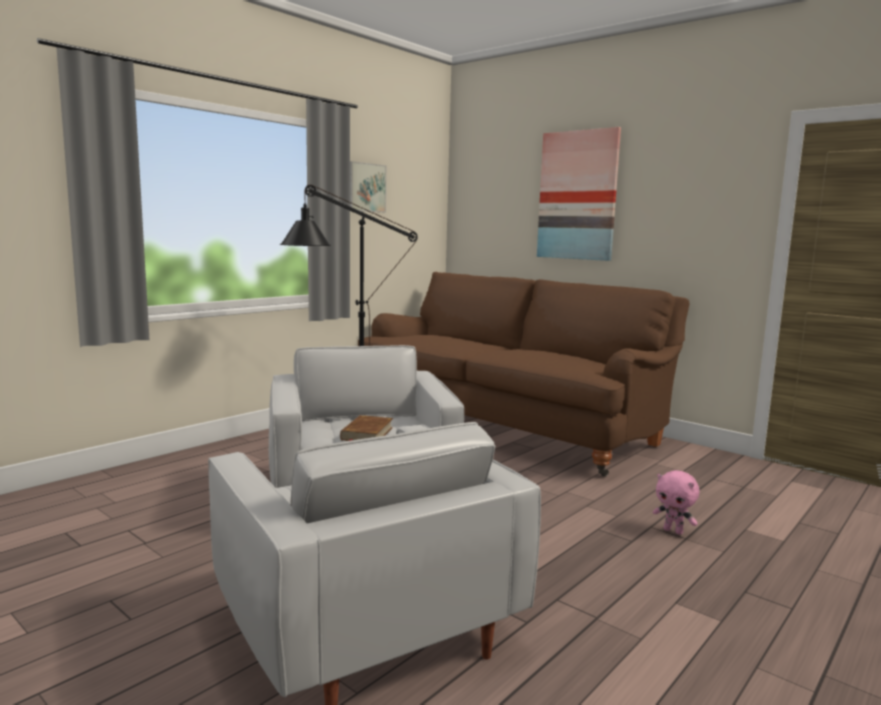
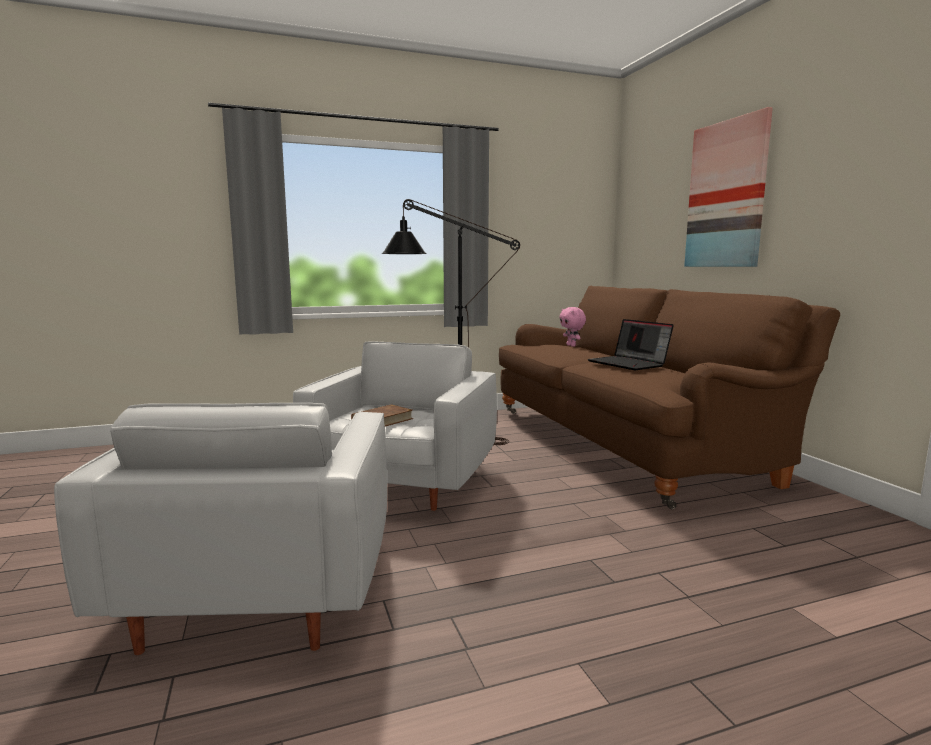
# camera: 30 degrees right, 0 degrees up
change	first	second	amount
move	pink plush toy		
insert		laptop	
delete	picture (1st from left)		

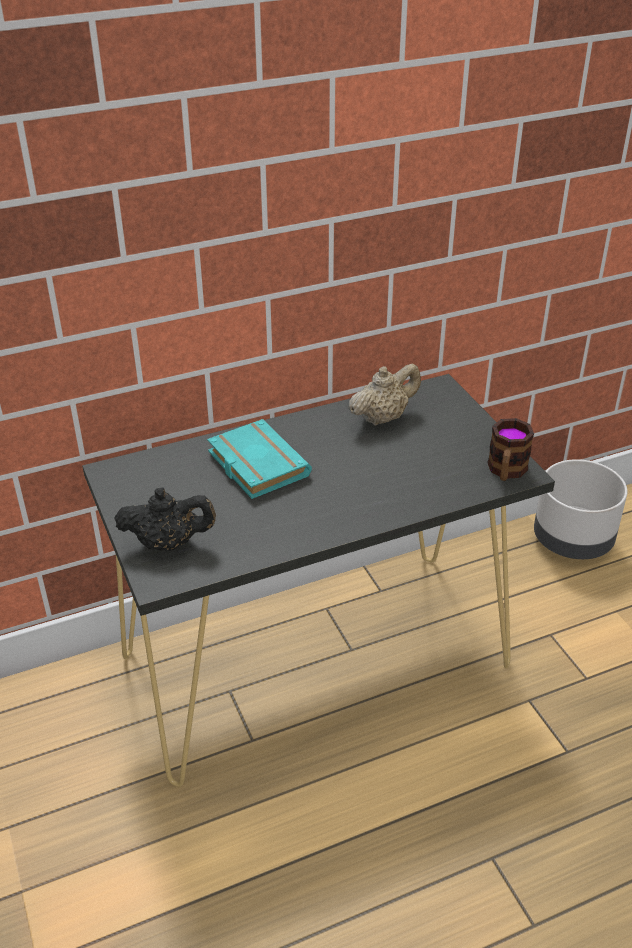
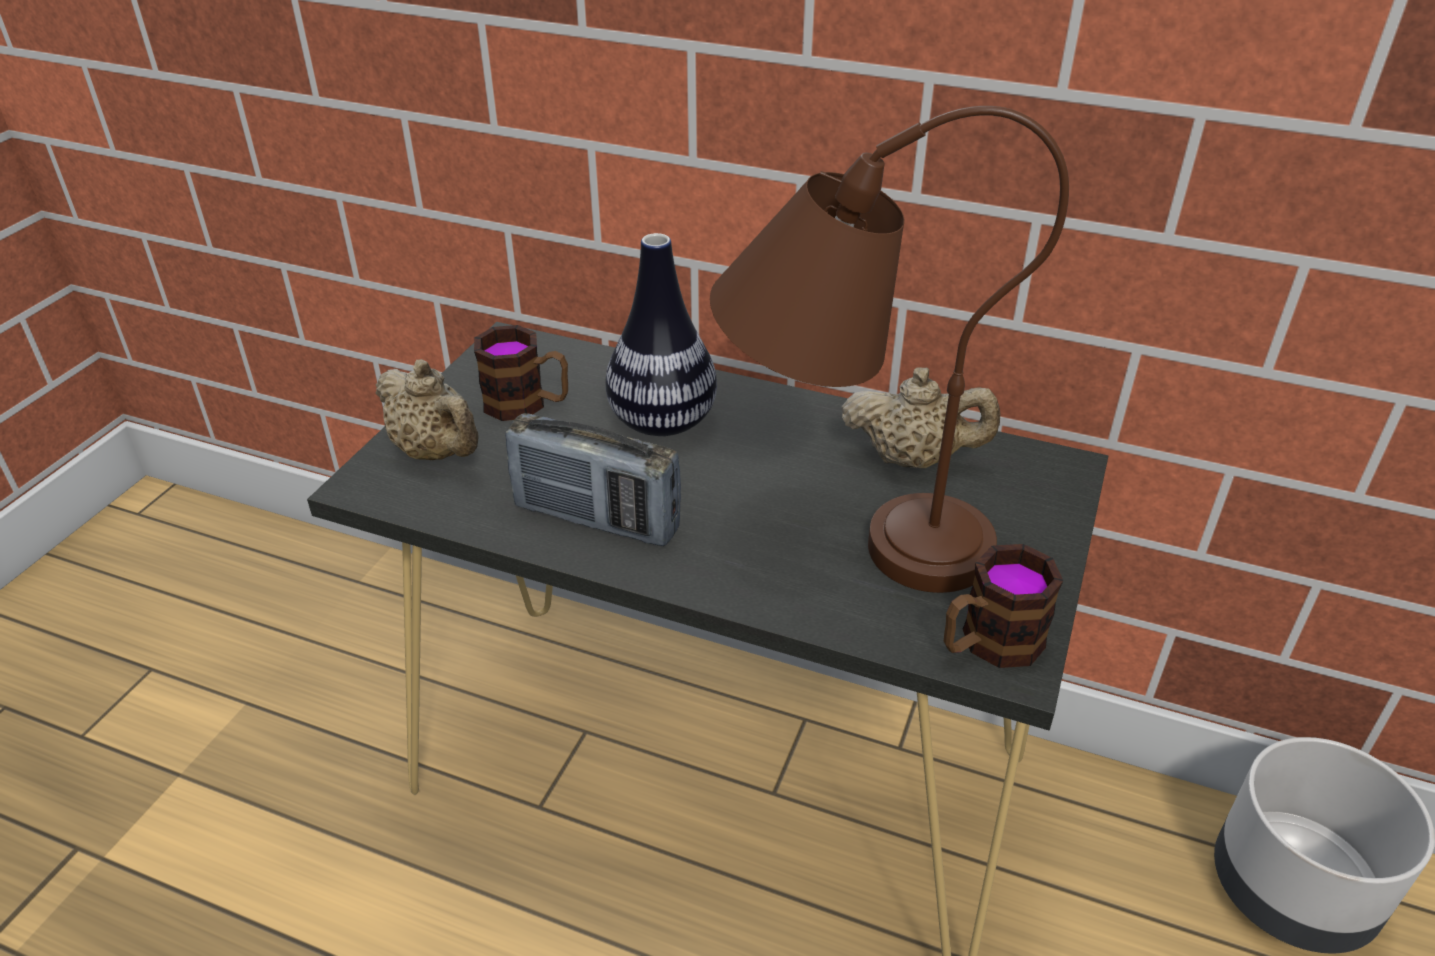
# camera: 45 degrees right, 0 degrees up
change	first	second	amount
recolor	black teapot	beige teapot (1st from left)	
insert		mug (1st from left)	
insert		radio	
replace	turquoise book	vase	
insert		brown table lamp	

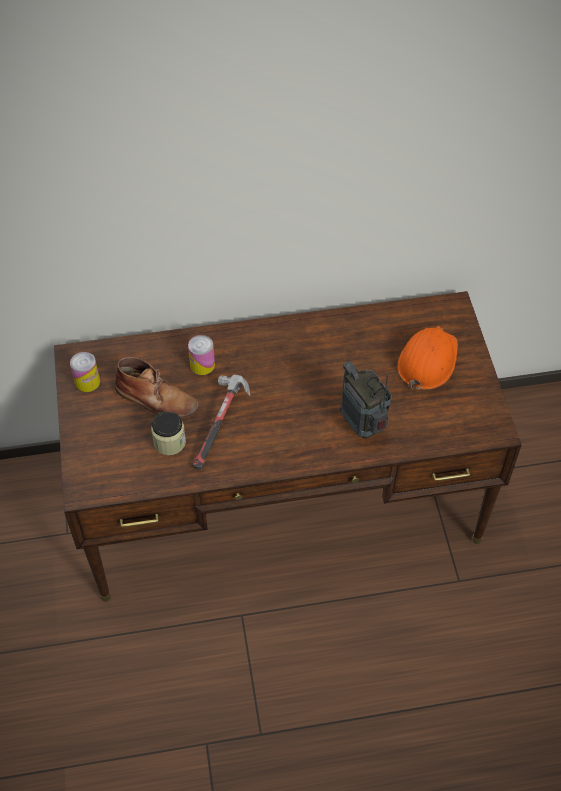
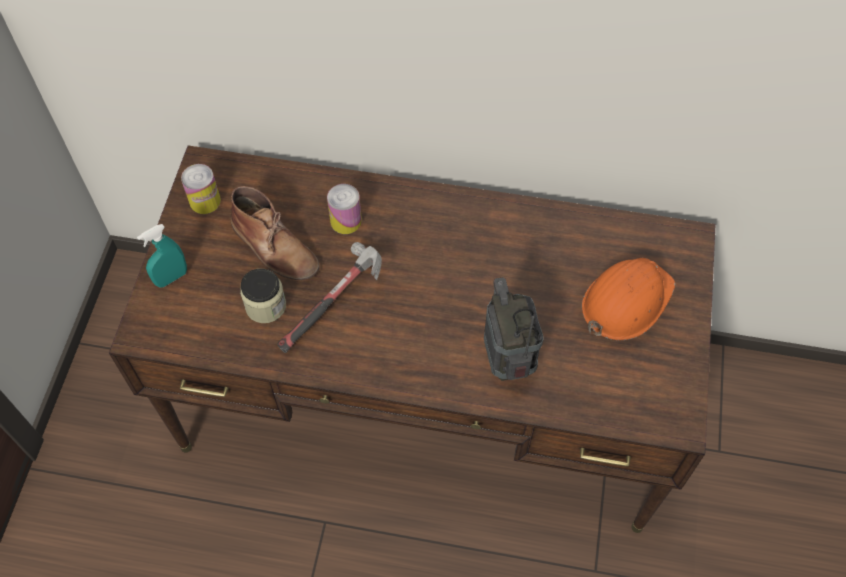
# camera: 20 degrees right, 5 degrees up
change	first	second	amount
insert		turquoise spray bottle	

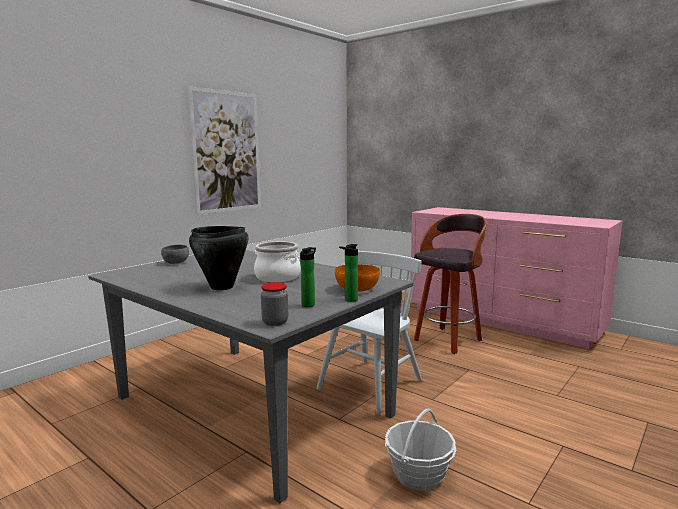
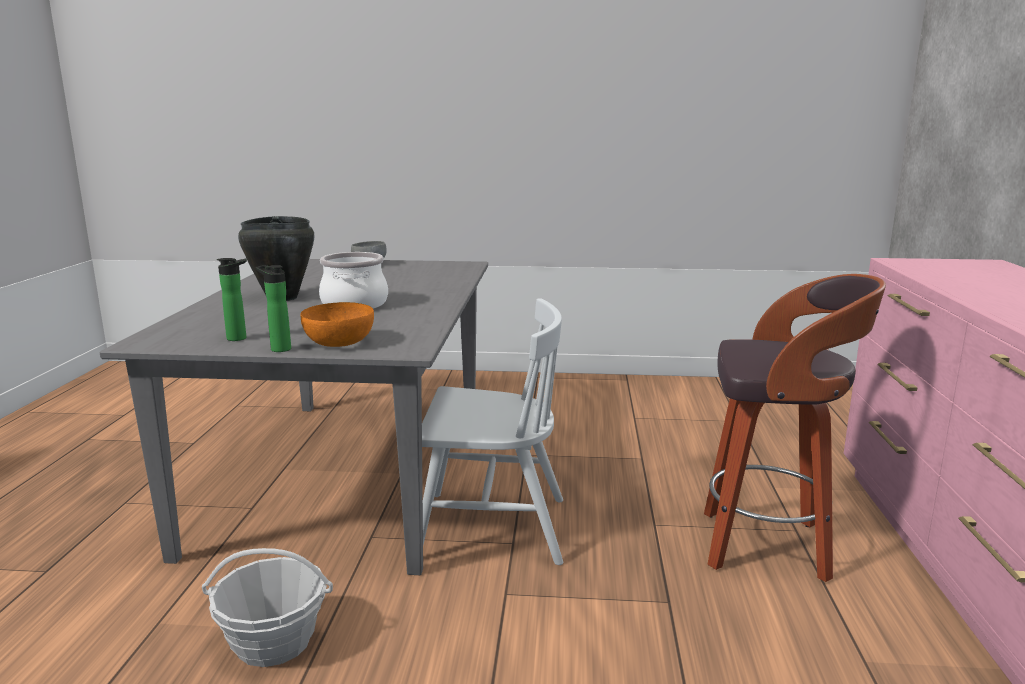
# camera: 55 degrees right, 5 degrees up
change	first	second	amount
delete	picture		
delete	jar		

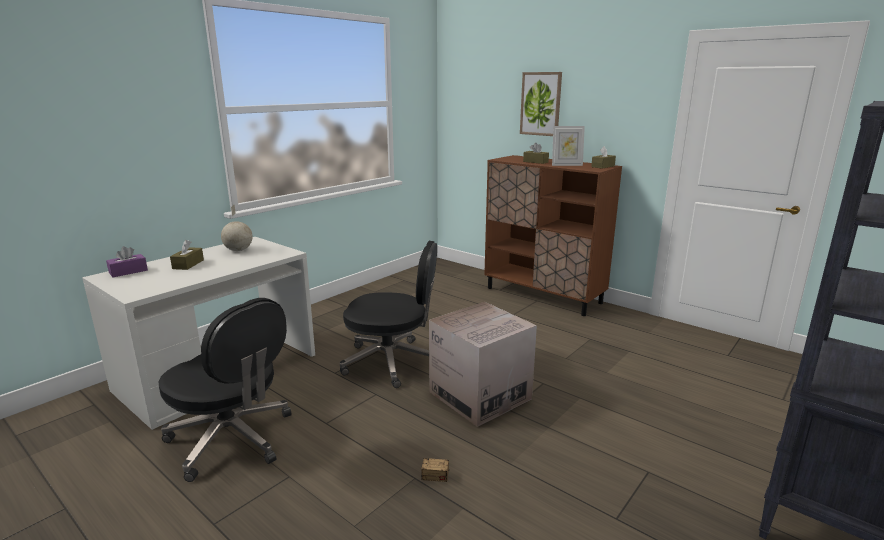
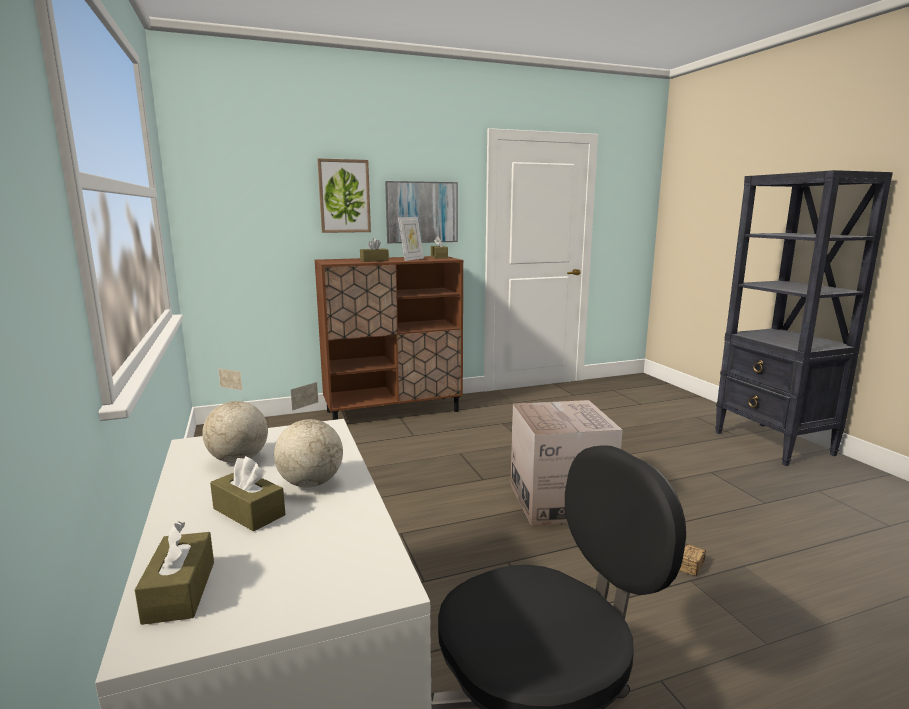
# camera: 60 degrees left, 5 degrees down
change	first	second	amount
recolor	purple tissue box	brown tissue box (1st from left)	
insert		globe (2nd from left)	
insert		picture (2nd from left)	
delete	black office chair (2nd from left)		

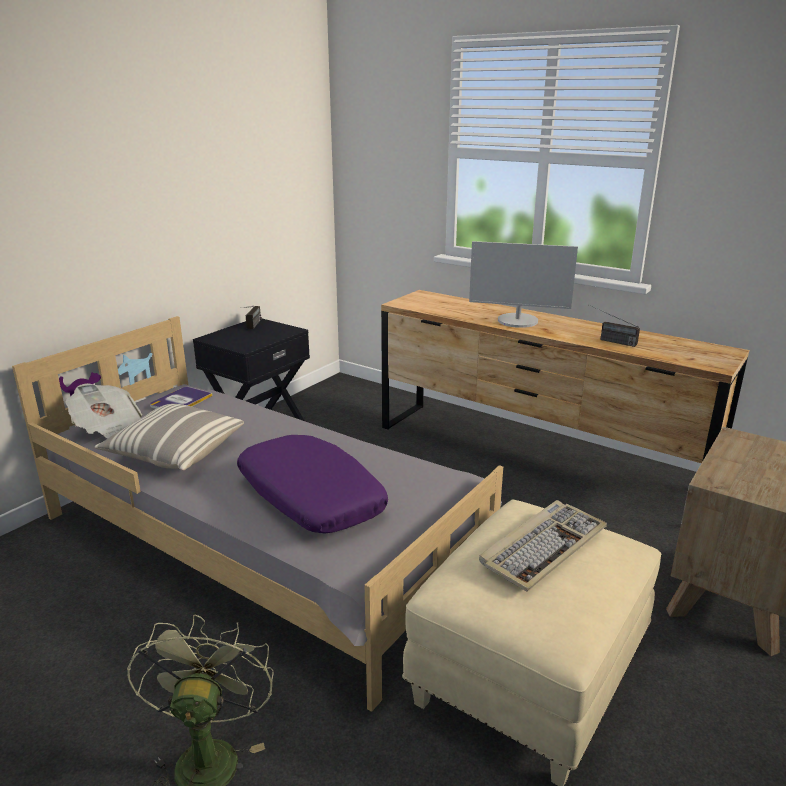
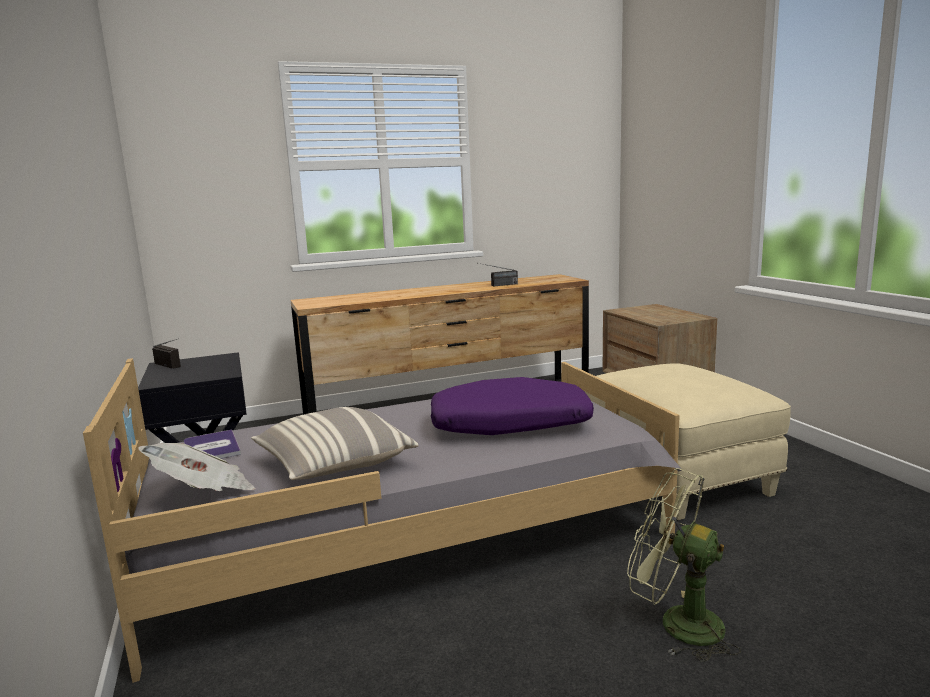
# camera: 55 degrees left, 10 degrees down
change	first	second	amount
delete	monitor		
delete	keyboard		

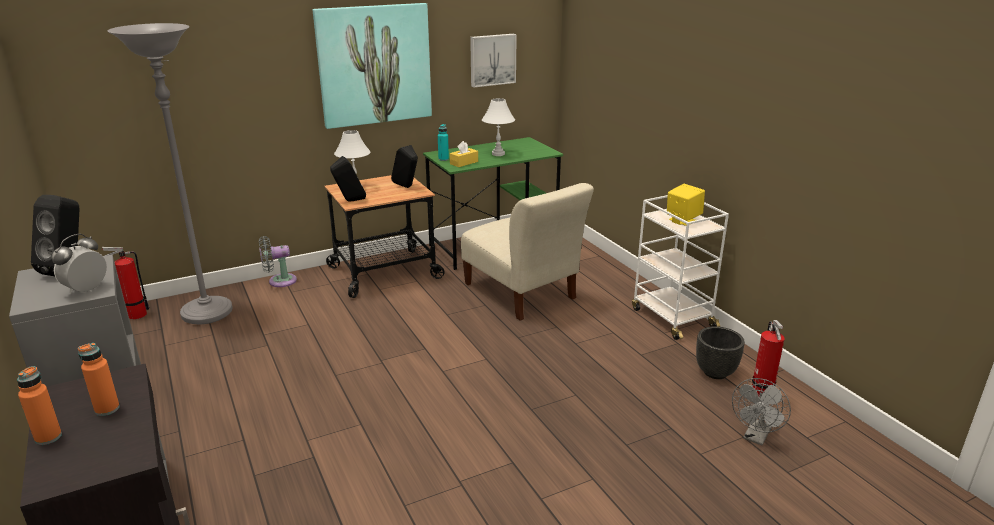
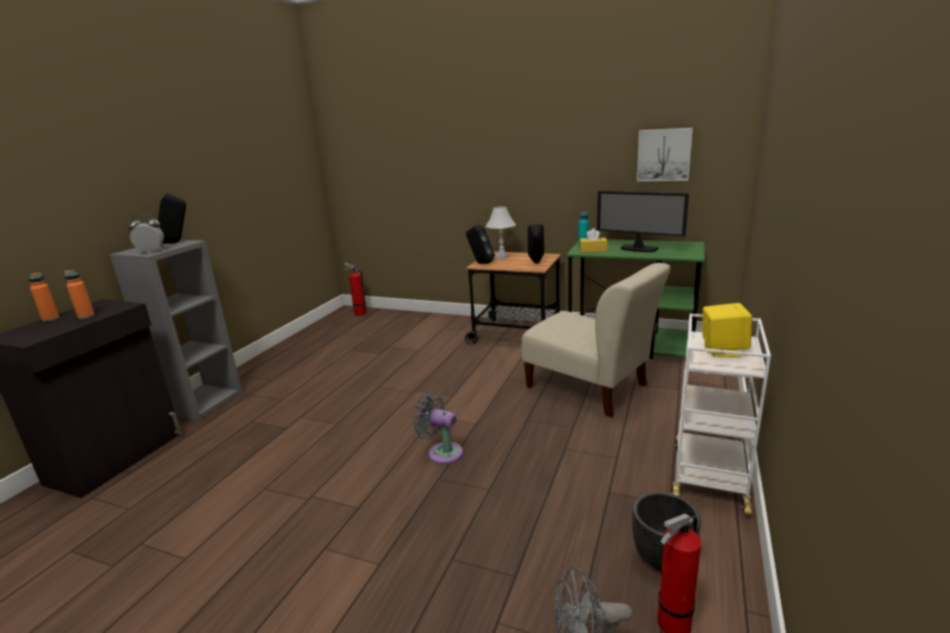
# camera: 50 degrees right, 5 degrees down
change	first	second	amount
move	grey fan (1st from left)		
rotate	beige chair		60 degrees counterclockwise
replace	white table lamp (2nd from left)	monitor	
delete	grey floor lamp		
delete	picture (1st from left)		

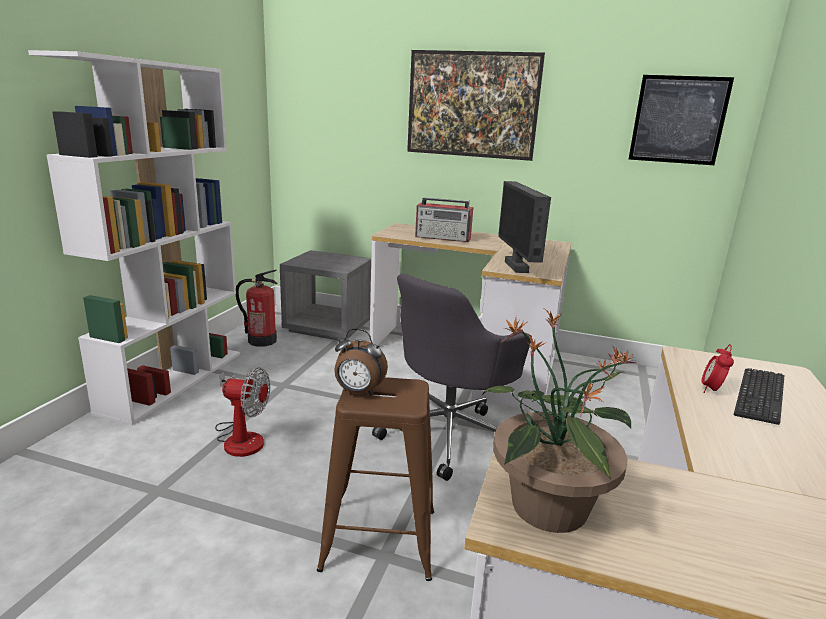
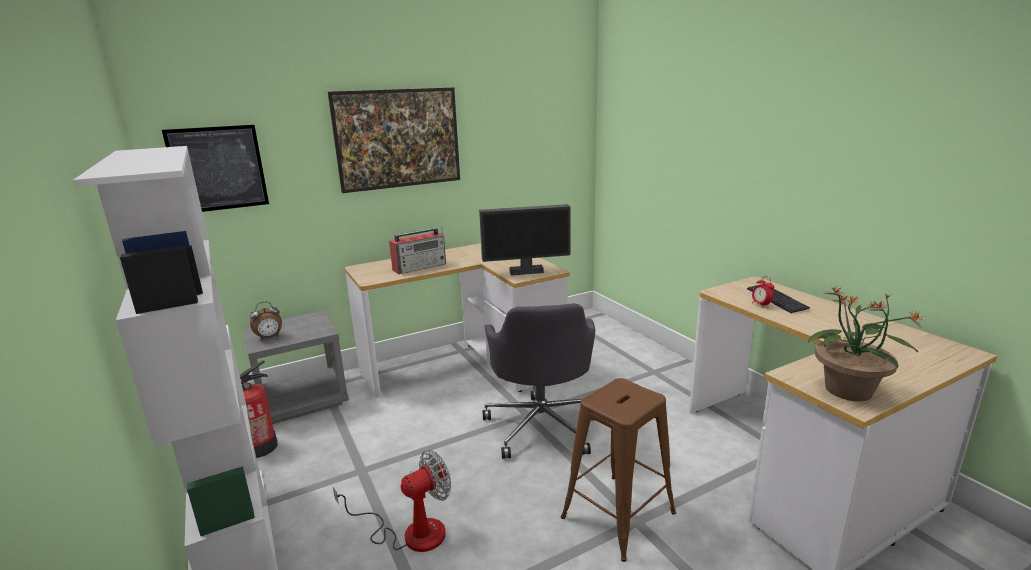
# camera: 45 degrees left, 0 degrees up
change	first	second	amount
move	picture (2nd from left in the first image)	picture (1st from left)	
move	alarm clock (1st from left)		
rotate	monitor		45 degrees counterclockwise

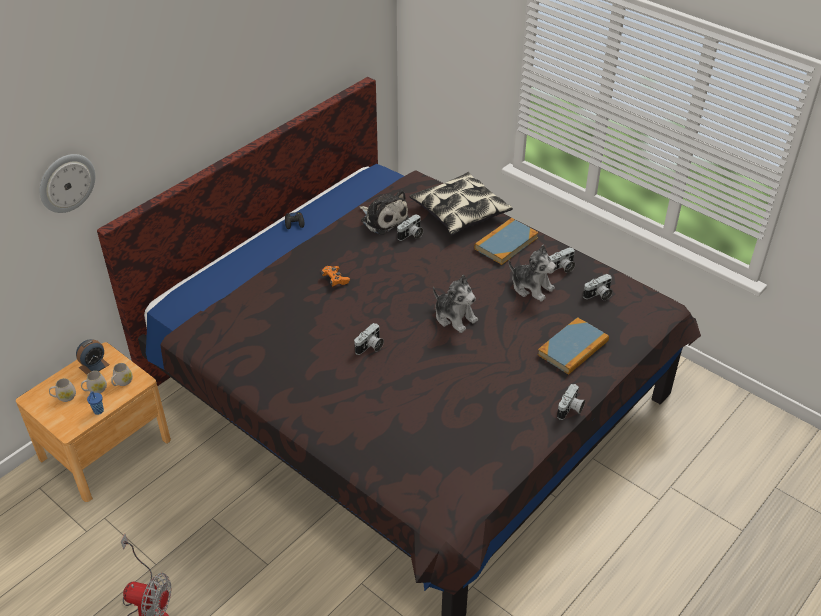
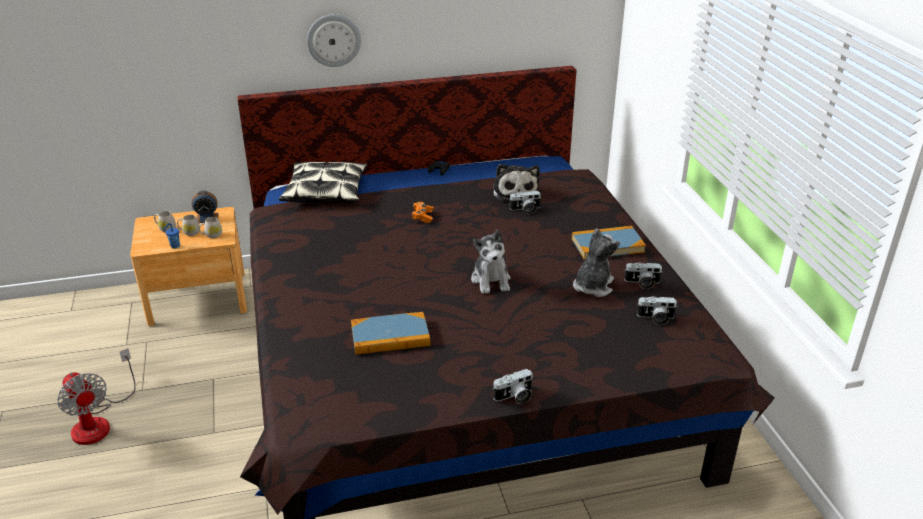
# camera: 35 degrees right, 10 degrees down
change	first	second	amount
move	pillow		
move	wall clock		
move	book (2nd from left in the first image)	book (1st from left)	
rotate	plush toy (3rd from left)		135 degrees counterclockwise
delete	photo camera (1st from left)		

